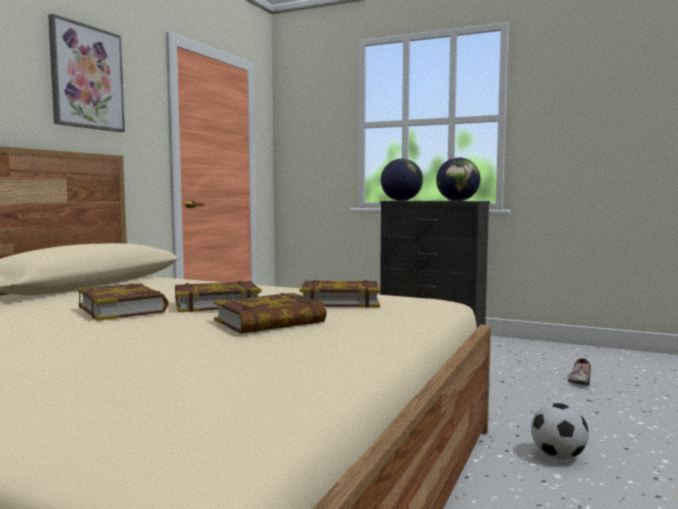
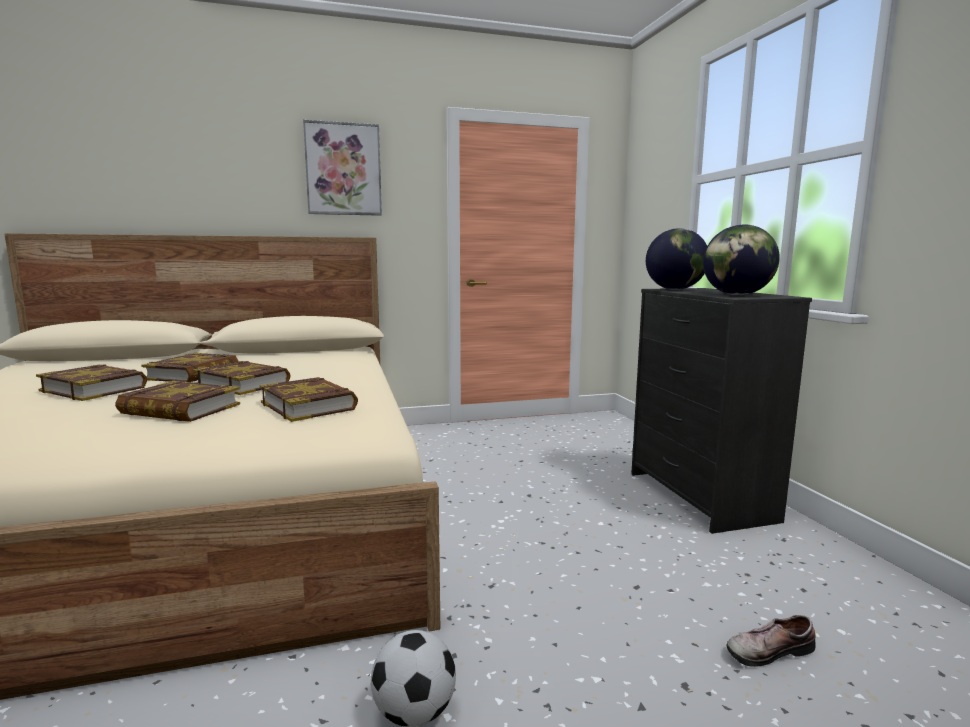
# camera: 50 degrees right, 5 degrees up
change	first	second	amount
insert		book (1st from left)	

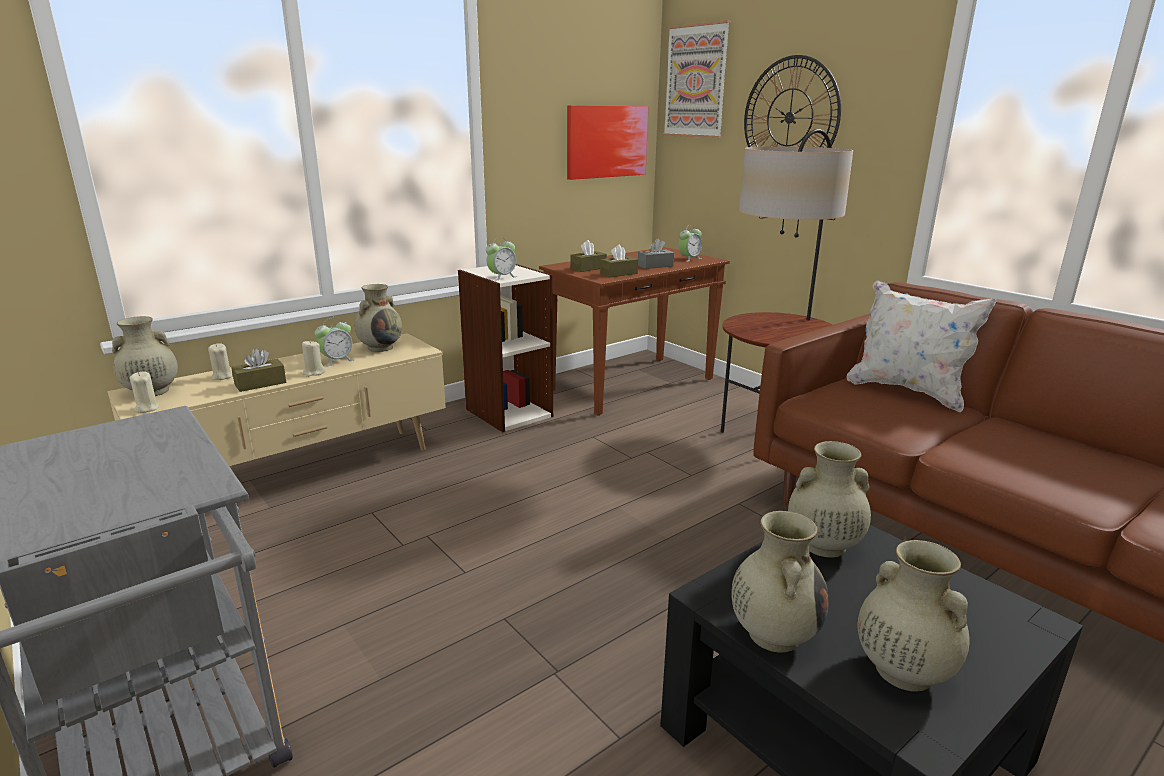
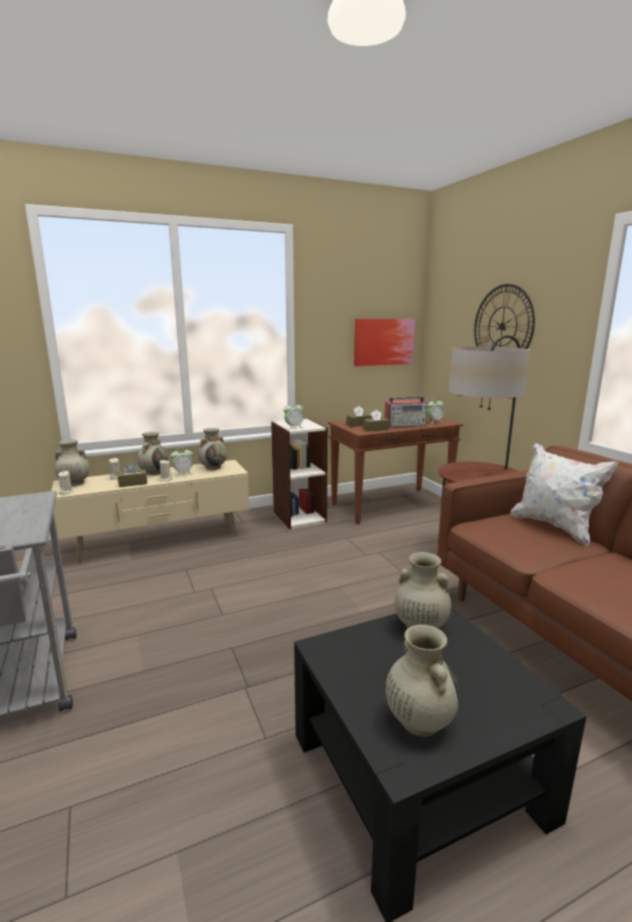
# camera: 15 degrees right, 5 degrees down
change	first	second	amount
move	beige vase (3rd from left in the first image)	beige vase (2nd from left)	
replace	grey tissue box	radio	
delete	picture (2nd from left)		

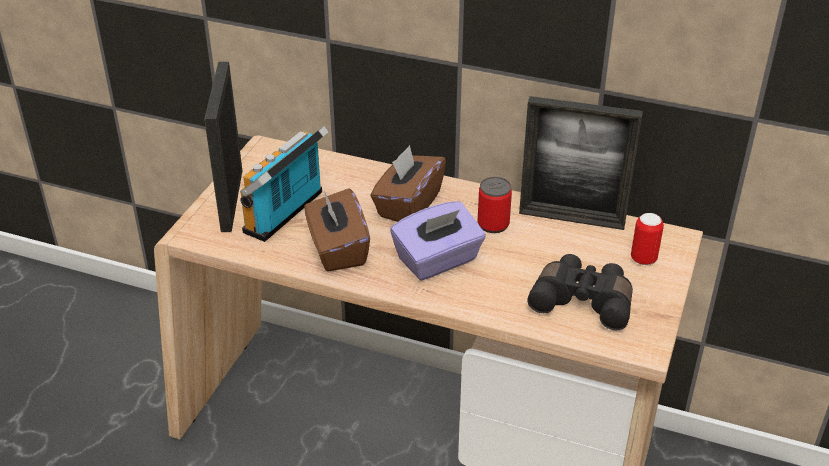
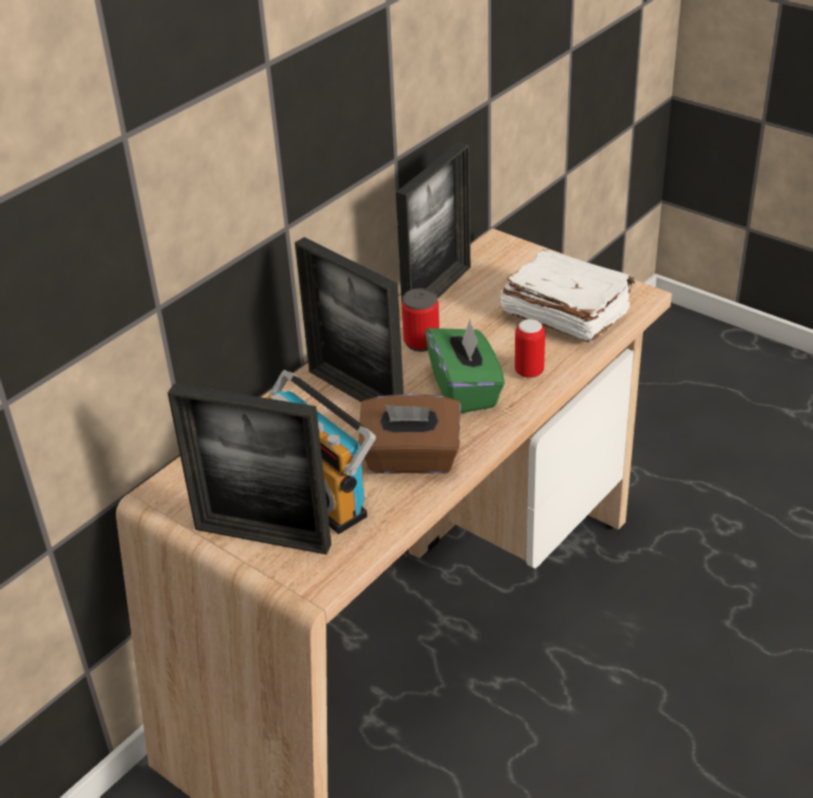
# camera: 70 degrees left, 0 degrees up
change	first	second	amount
replace	brown tissue box (2nd from left)	picture frame (2nd from left)	
recolor	purple tissue box	green tissue box	
replace	black binoculars	white book	
move	can (2nd from left)		

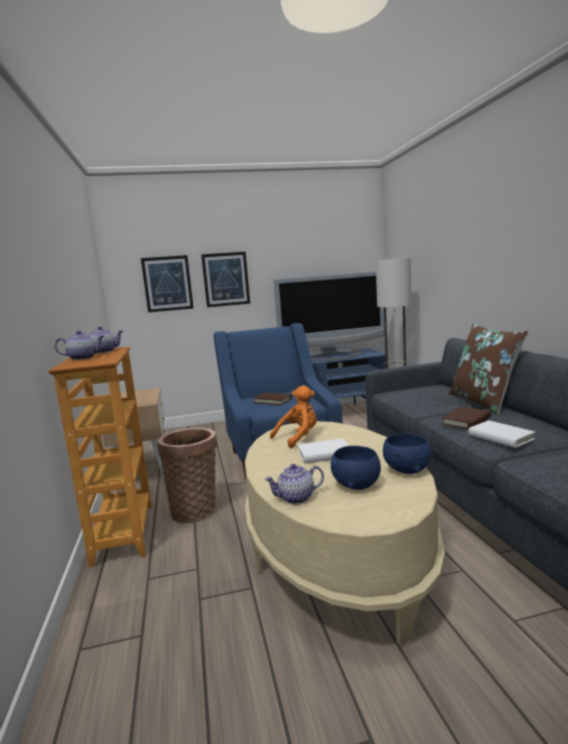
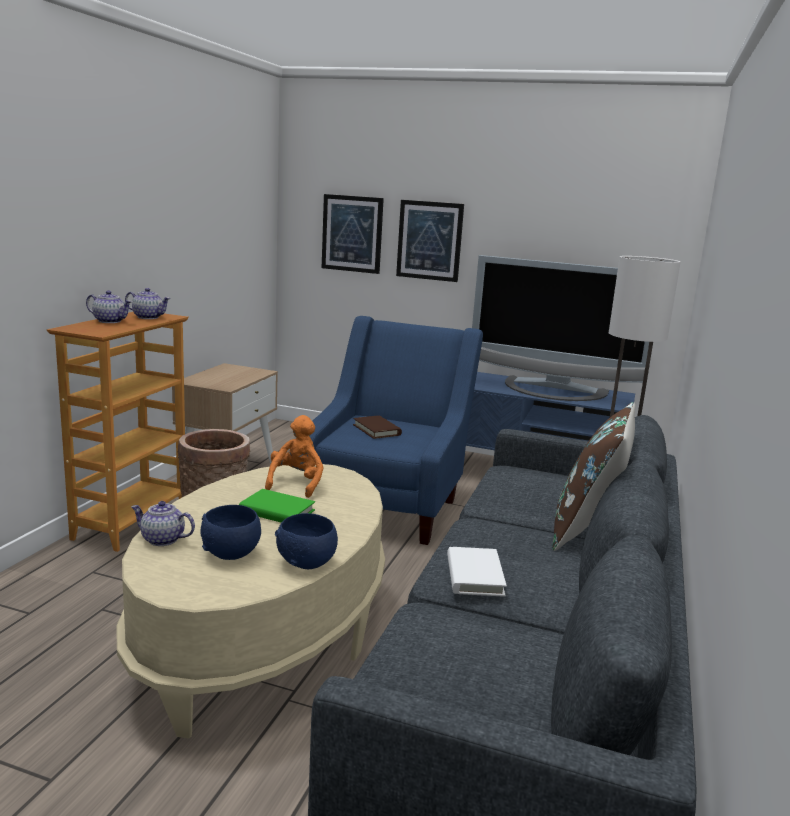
# camera: 30 degrees right, 5 degrees up
change	first	second	amount
recolor	white book (1st from left)	green book	
rotate	orange plush toy		75 degrees counterclockwise
delete	brown book (2nd from left)		

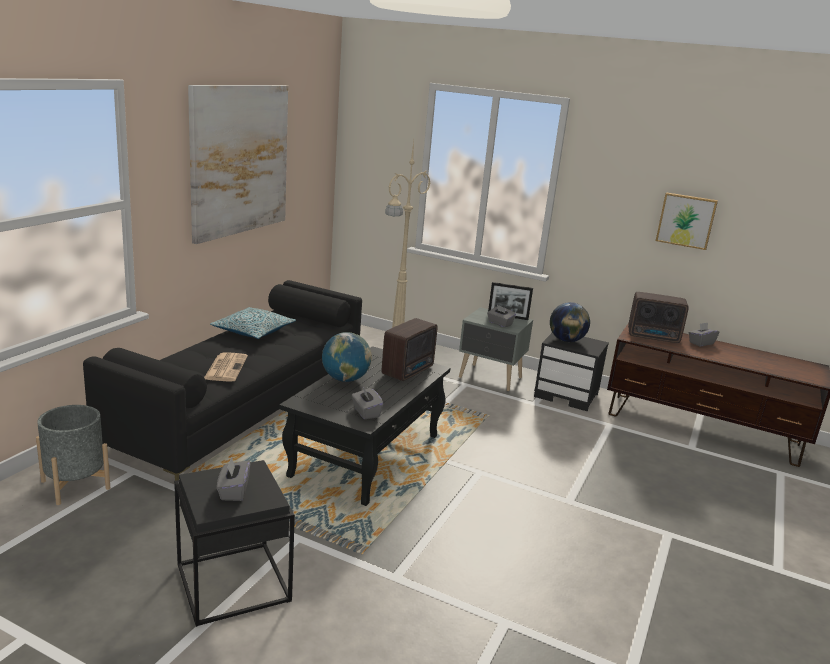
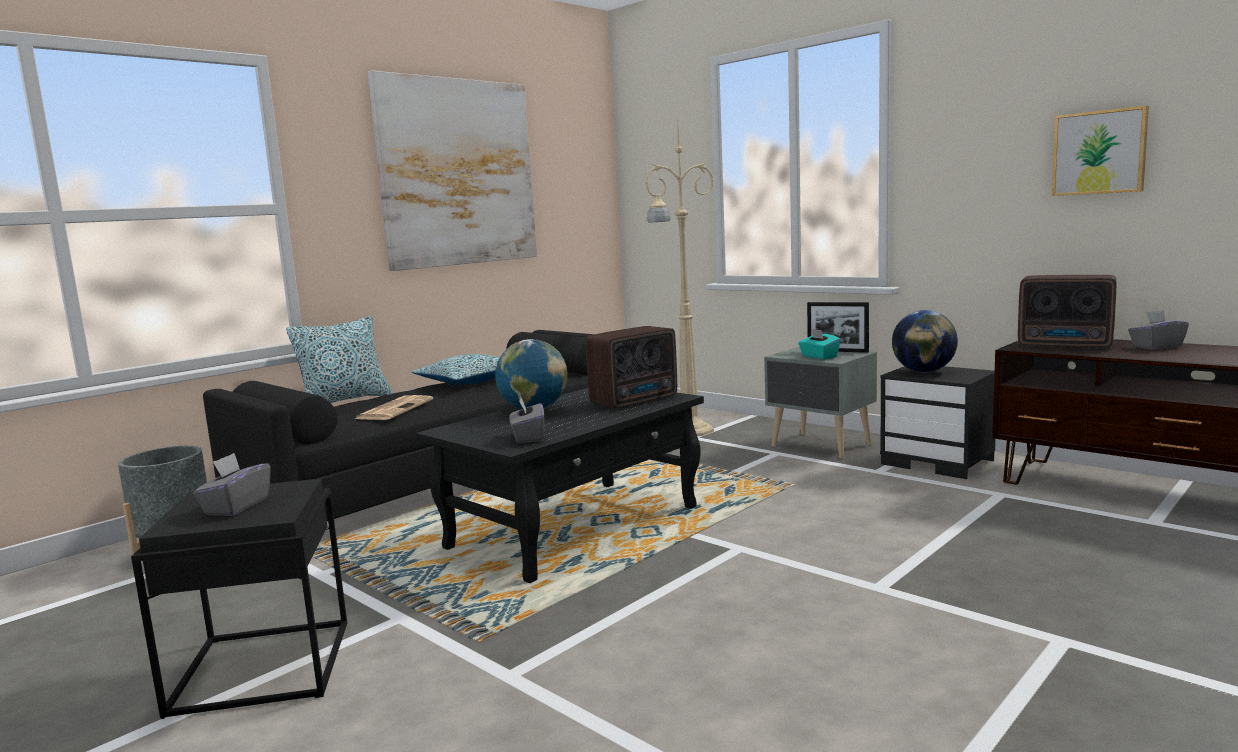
# camera: 20 degrees right, 10 degrees down
change	first	second	amount
insert		pillow (1st from left)	
recolor	grey tissue box (3rd from left)	turquoise tissue box	

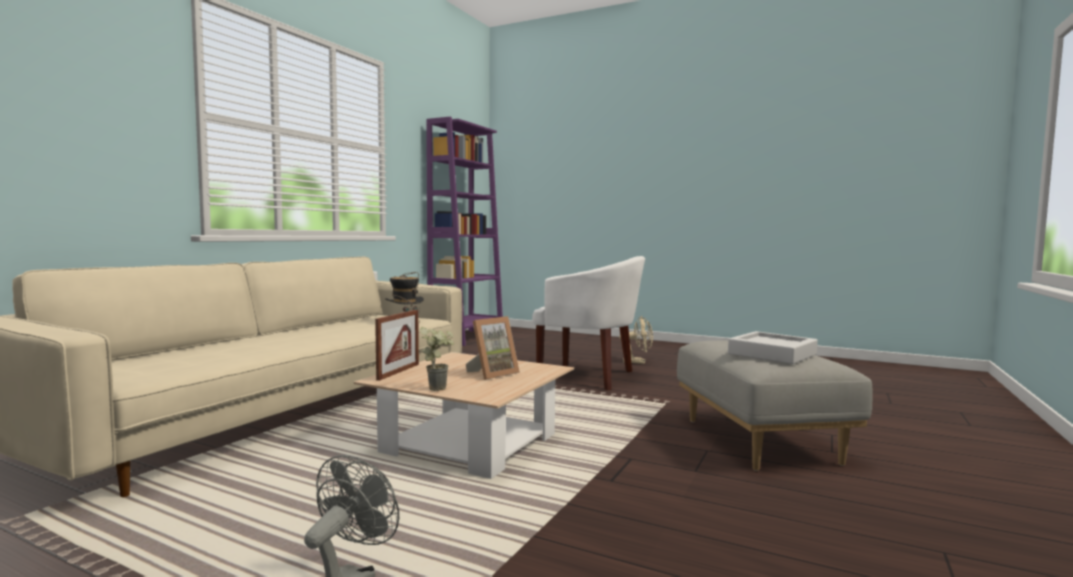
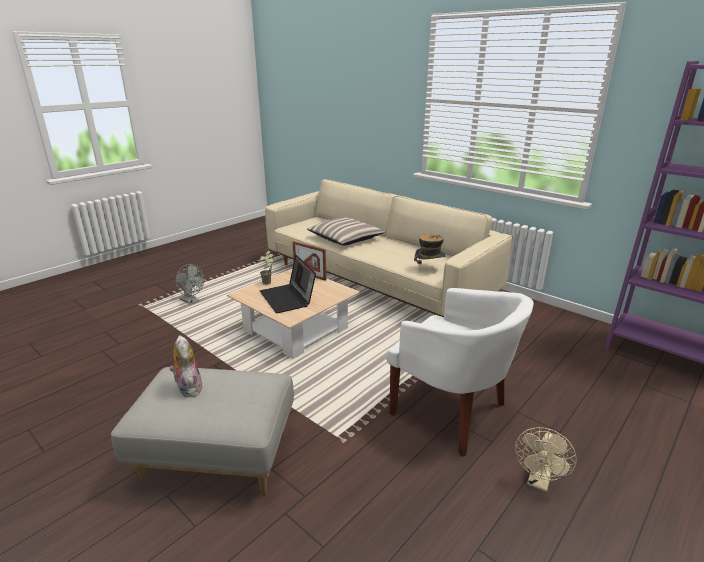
# camera: 105 degrees right, 20 degrees up
change	first	second	amount
replace	grey tray	plush toy	
replace	picture frame (2nd from left)	laptop	
insert		pillow	
rotate	white armchair		90 degrees counterclockwise

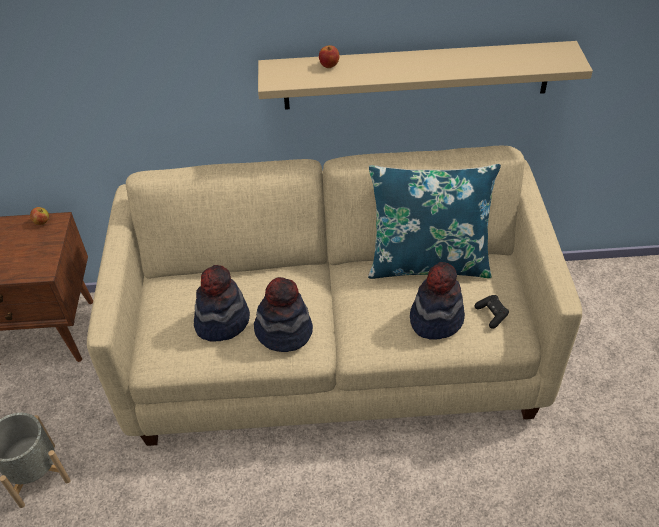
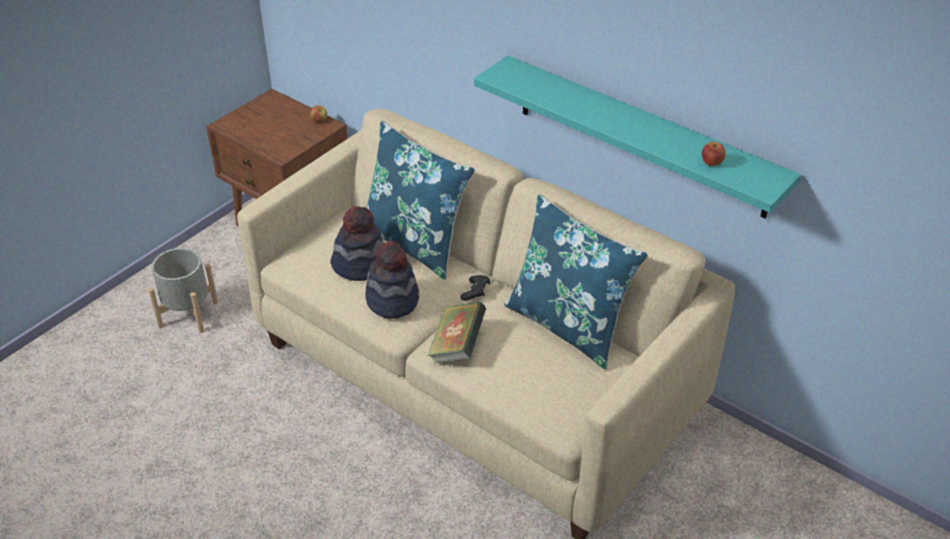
# camera: 40 degrees right, 5 degrees down
change	first	second	amount
insert		blue pillow (1st from left)	
insert		book	
move	black game controller		
recolor	beige shelf	turquoise shelf	
move	apple (2nd from left)		
delete	hat (3rd from left)		

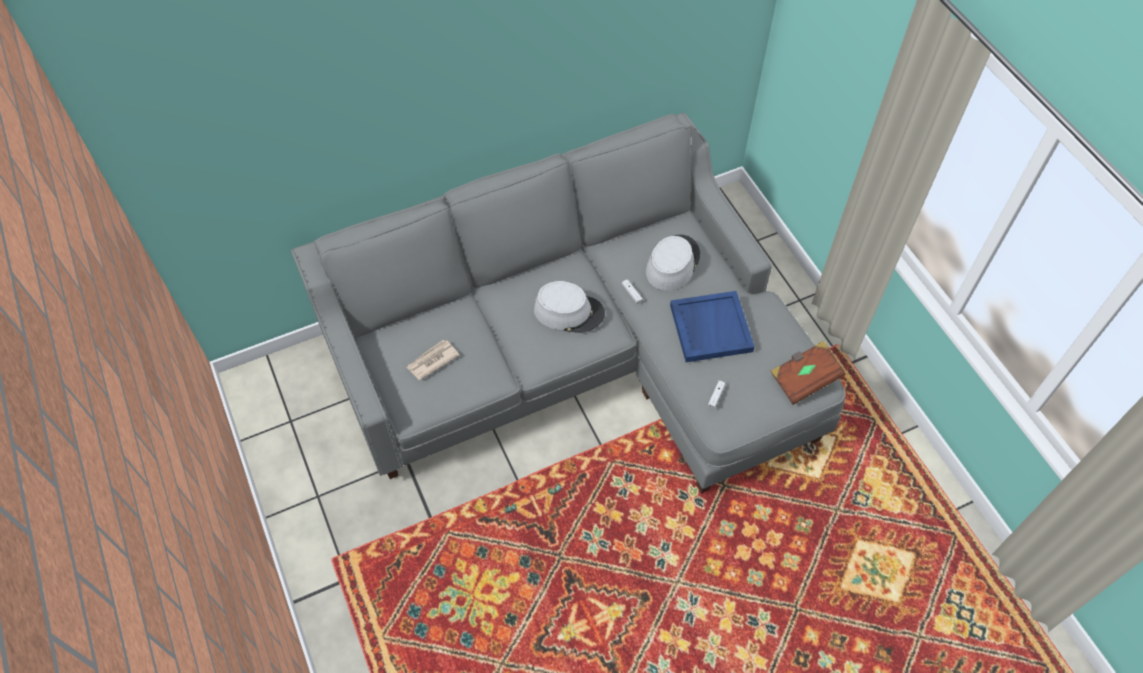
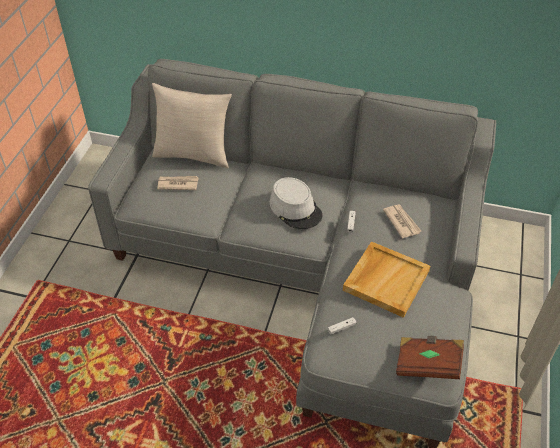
# camera: 40 degrees right, 10 degrees down
change	first	second	amount
insert		beige pillow	
recolor	blue tray	beige tray	
replace	grey hat (2nd from left)	newspaper (2nd from left)	

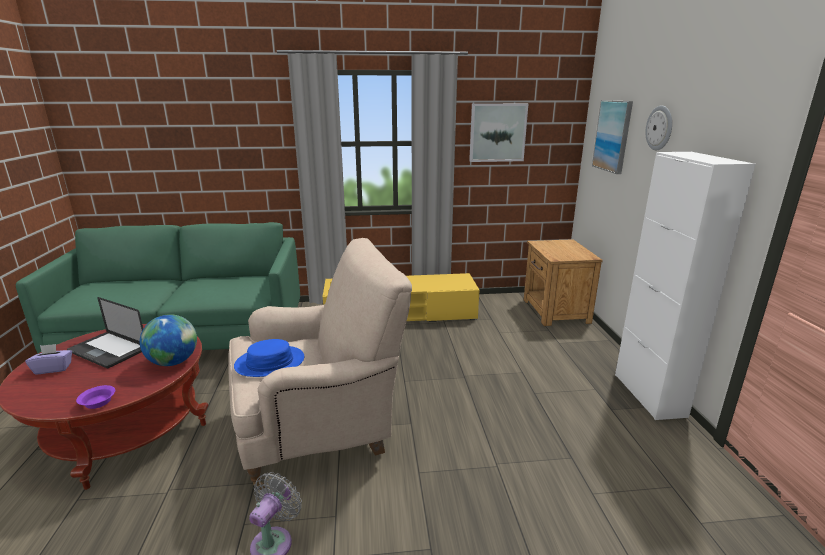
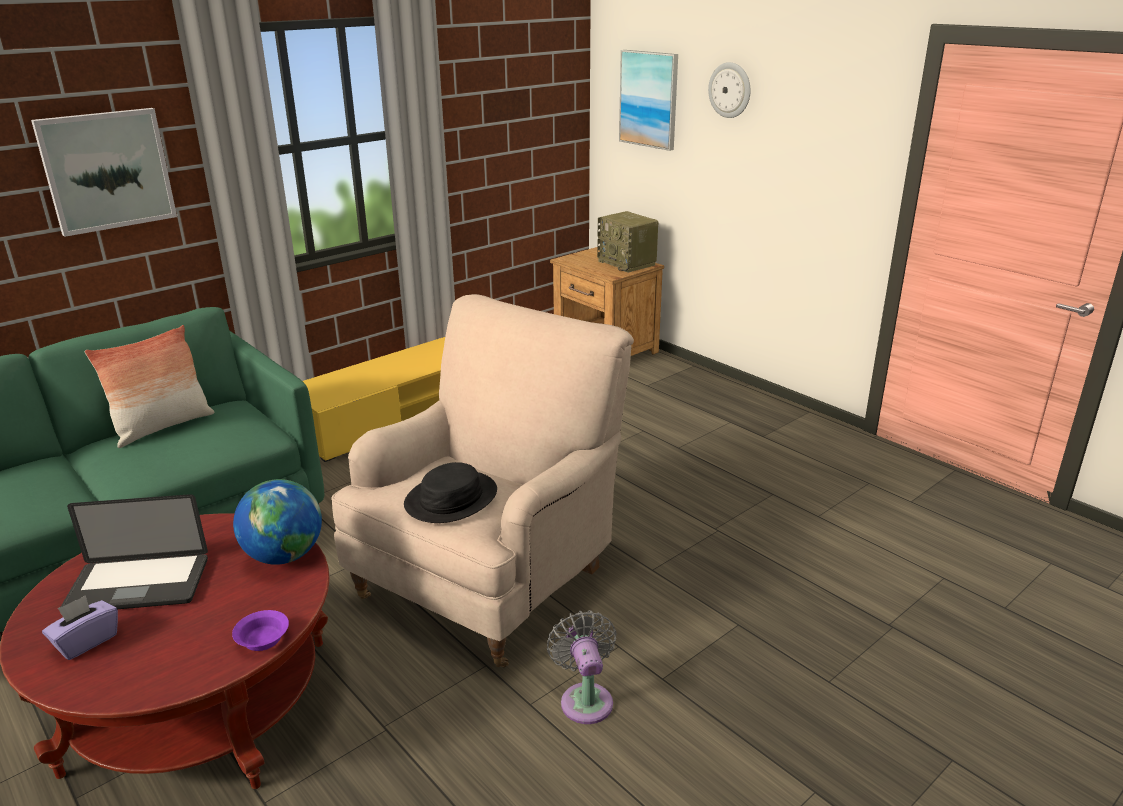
# camera: 35 degrees left, 5 degrees up
change	first	second	amount
move	picture (1st from left)		
insert		pillow	
recolor	blue hat	black hat	
insert		radio	
delete	white cabinet		

